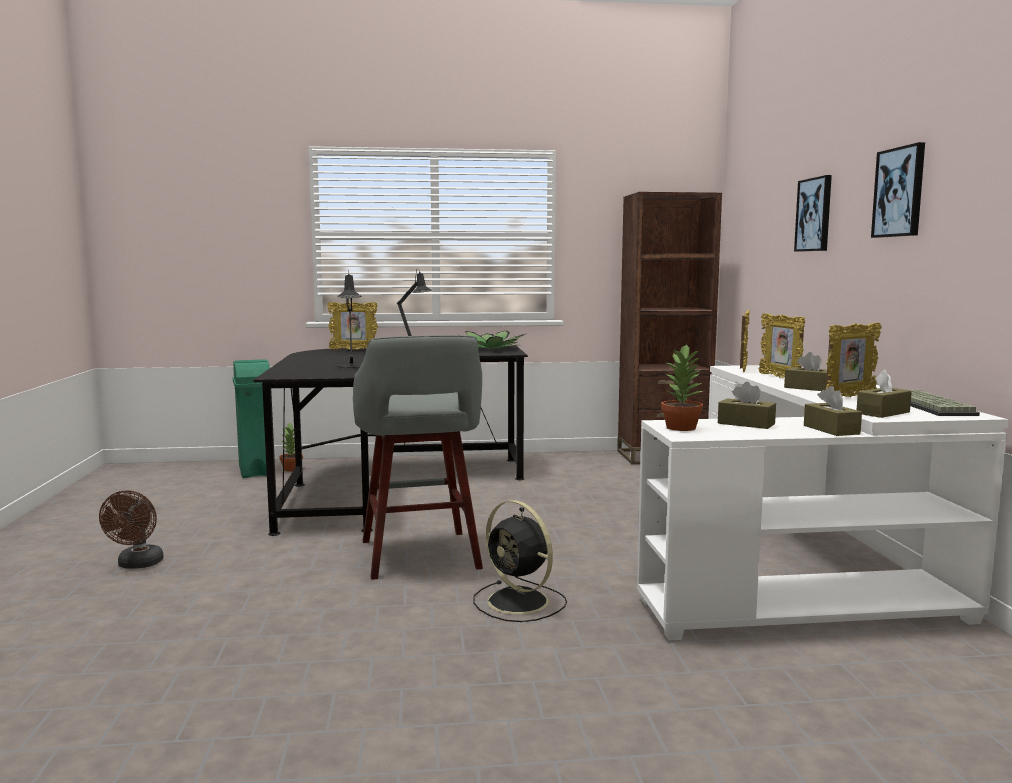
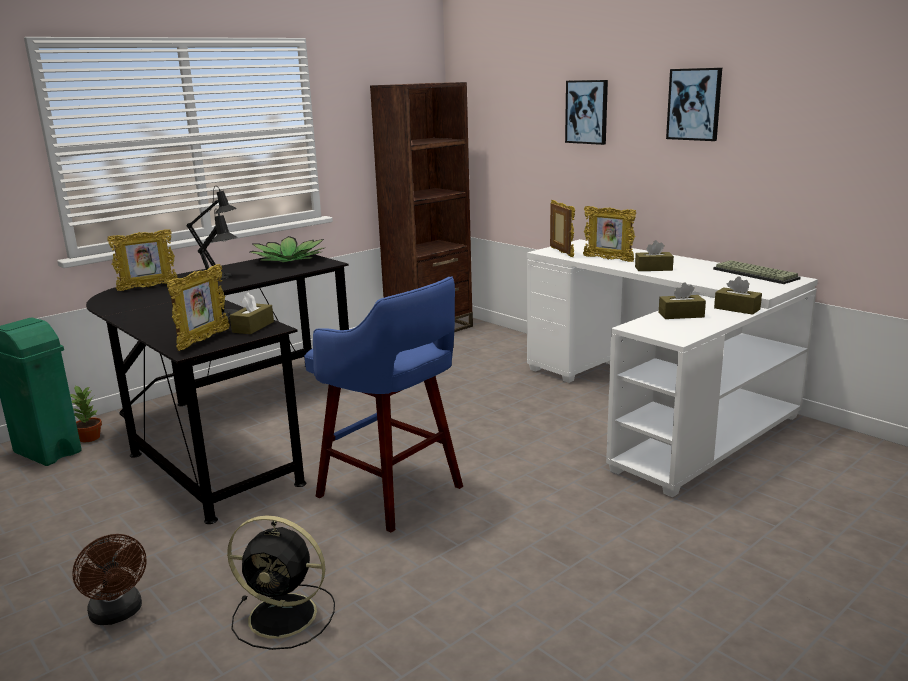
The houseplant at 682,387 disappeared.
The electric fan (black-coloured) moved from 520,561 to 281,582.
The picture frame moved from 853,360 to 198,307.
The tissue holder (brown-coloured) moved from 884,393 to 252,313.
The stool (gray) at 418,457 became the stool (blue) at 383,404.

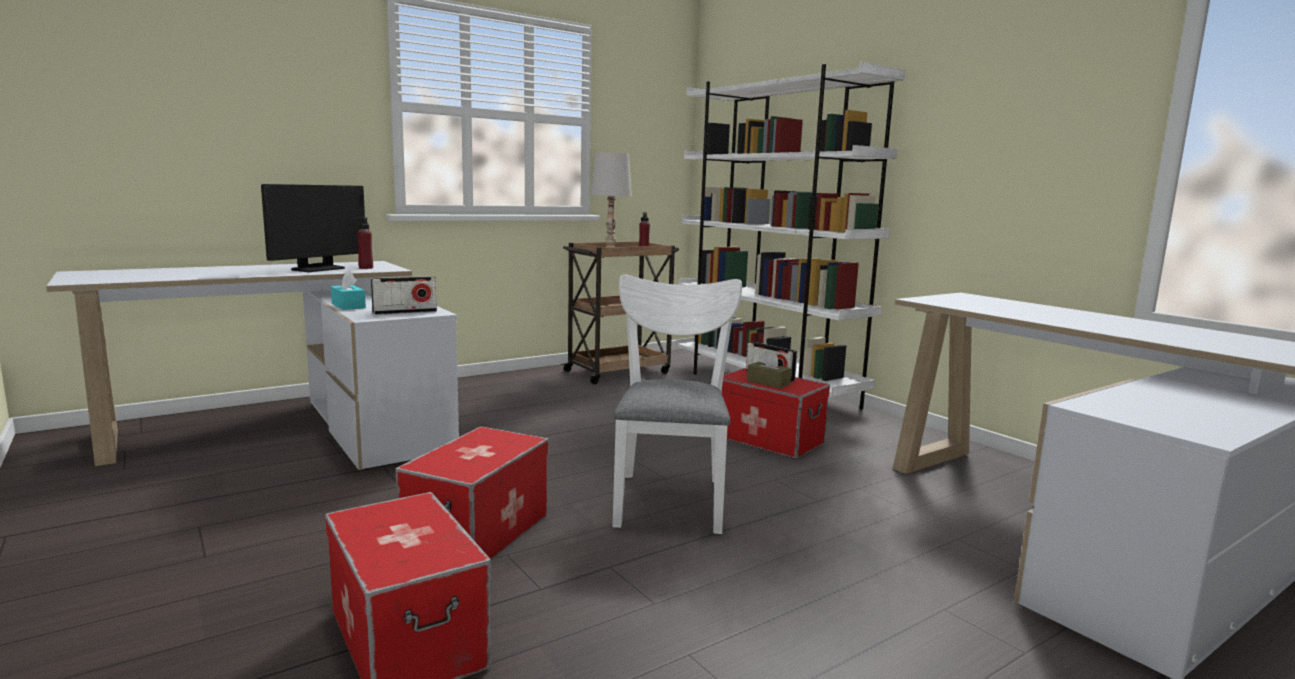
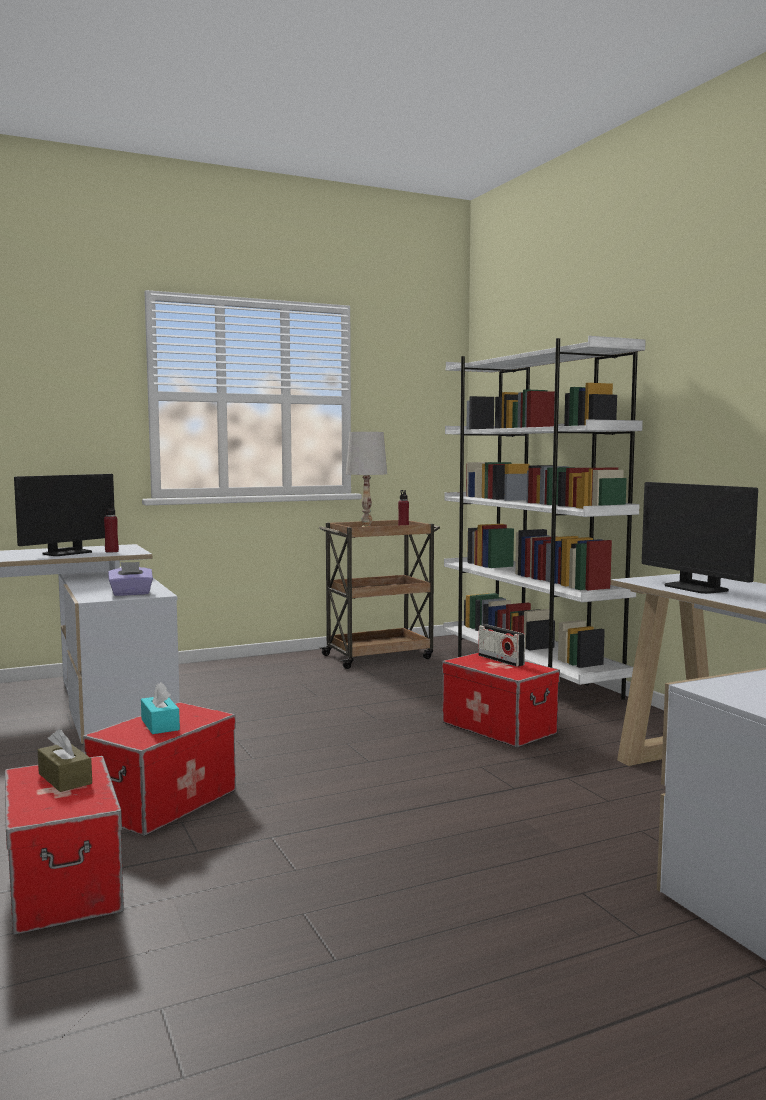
The upright chair (white-coloured) at 677,404 disappeared.
The monitor at 700,538 appeared.
The tissue holder (blue-green) moved from 348,290 to 160,708.
The tissue holder (brown-coloured) moved from 769,369 to 65,760.
The radio receiver at 404,295 was replaced by the tissue holder (purple-coloured) at 130,579.

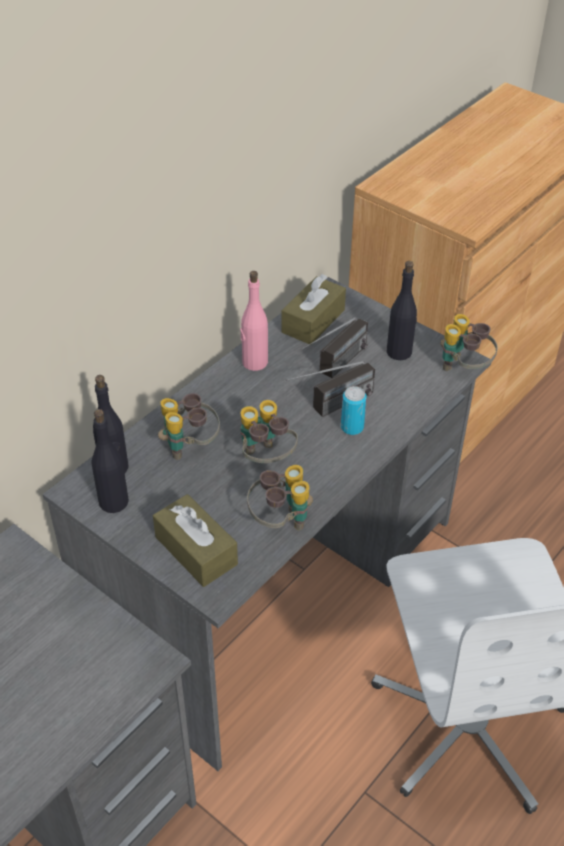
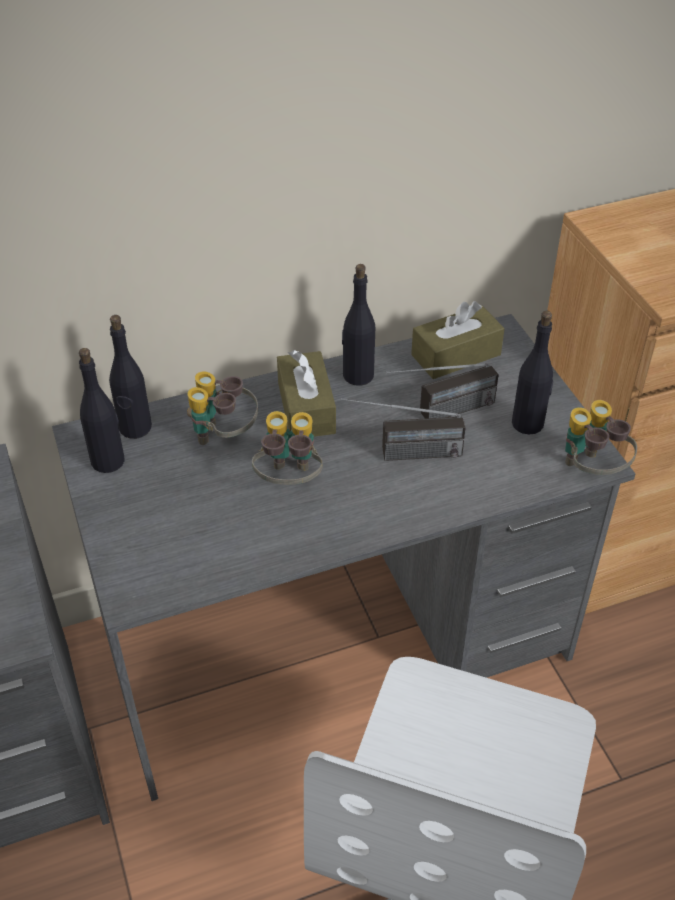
The field glasses at 280,497 disappeared.
The metal can at 354,410 disappeared.
The tissue holder (brown-coloured) moved from 195,540 to 306,393.
The beverage bottle (pinkish) at 254,321 became the beverage bottle (black-coloured) at 358,325.

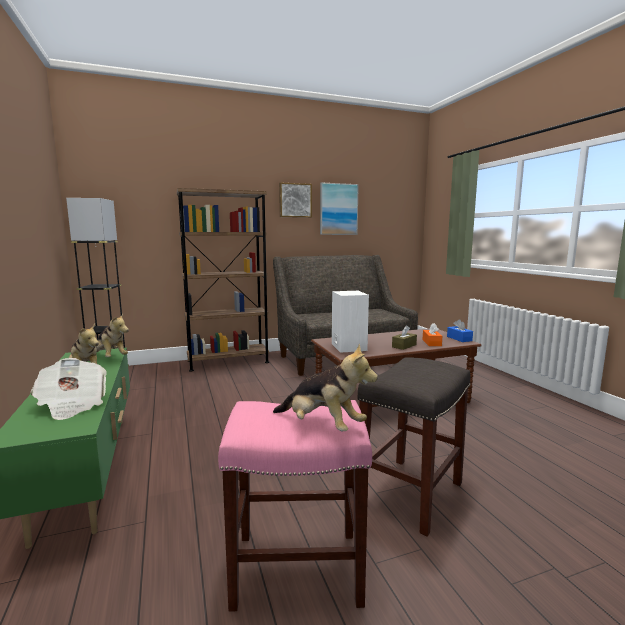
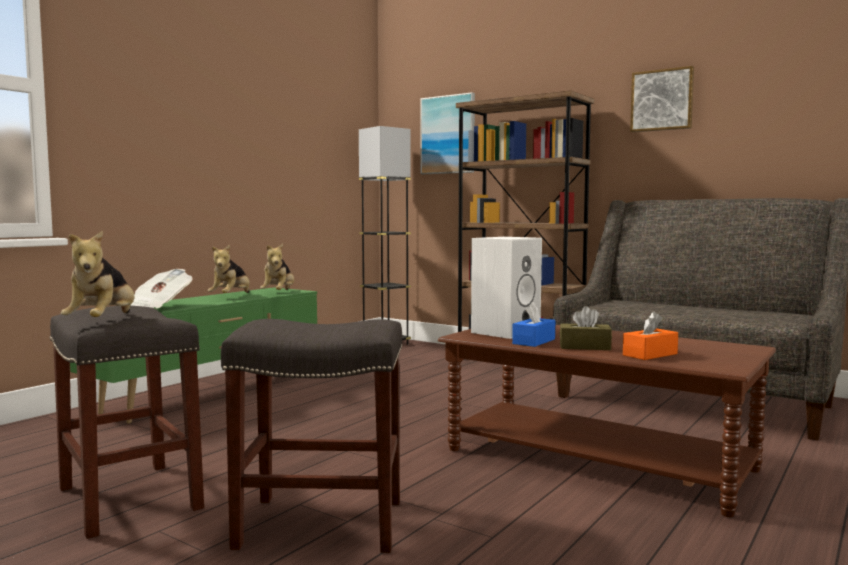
The picture moved from 339,208 to 448,133.
The tissue holder (blue) moved from 460,330 to 533,324.
The stool (pinkish) at 295,506 became the stool (gray) at 126,422.

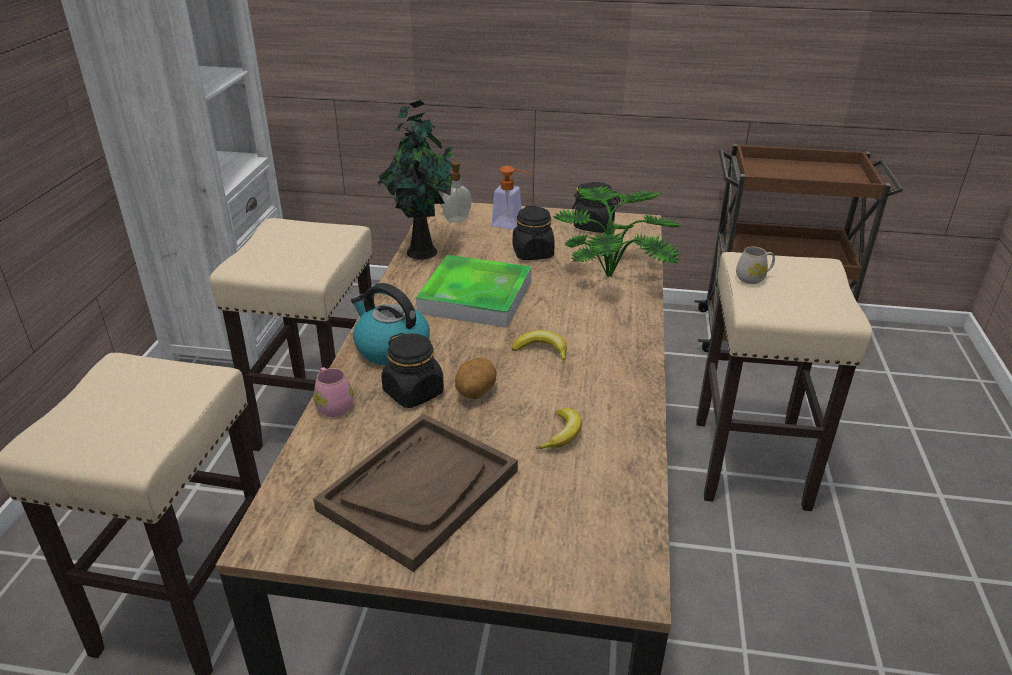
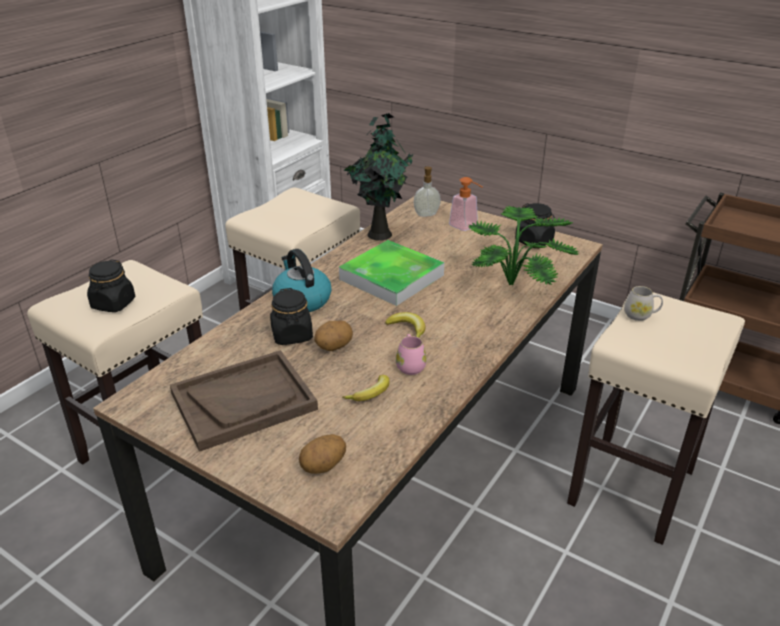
The whole potato at 322,454 appeared.
The tea mug (pinkish) moved from 334,392 to 411,354.
The storage jar (black-coloured) moved from 534,233 to 111,285.

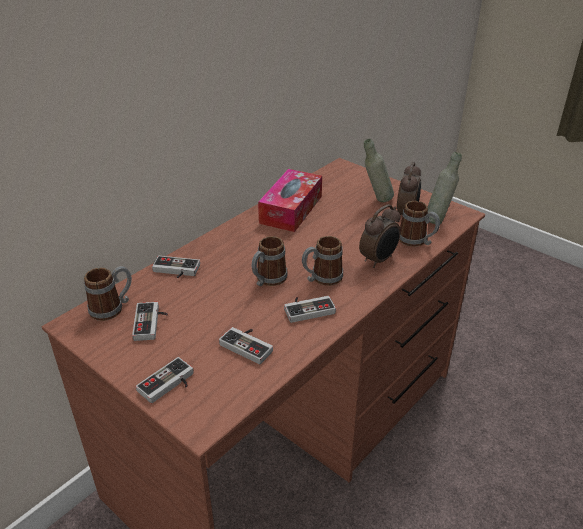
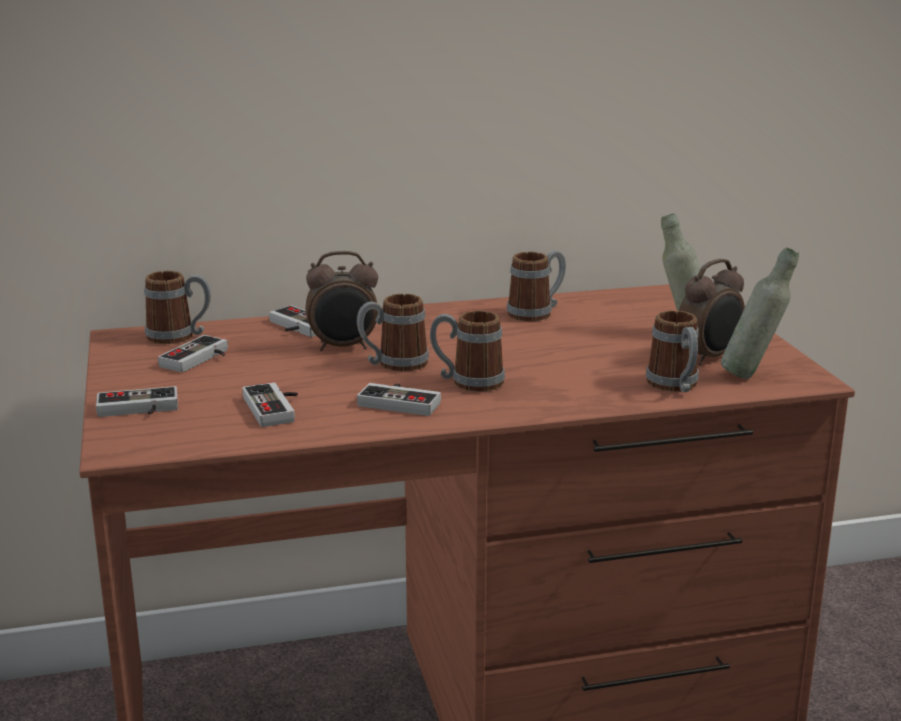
The bedside clock moved from 380,236 to 342,301.
The tissue holder at 290,200 was replaced by the tea mug at 536,286.

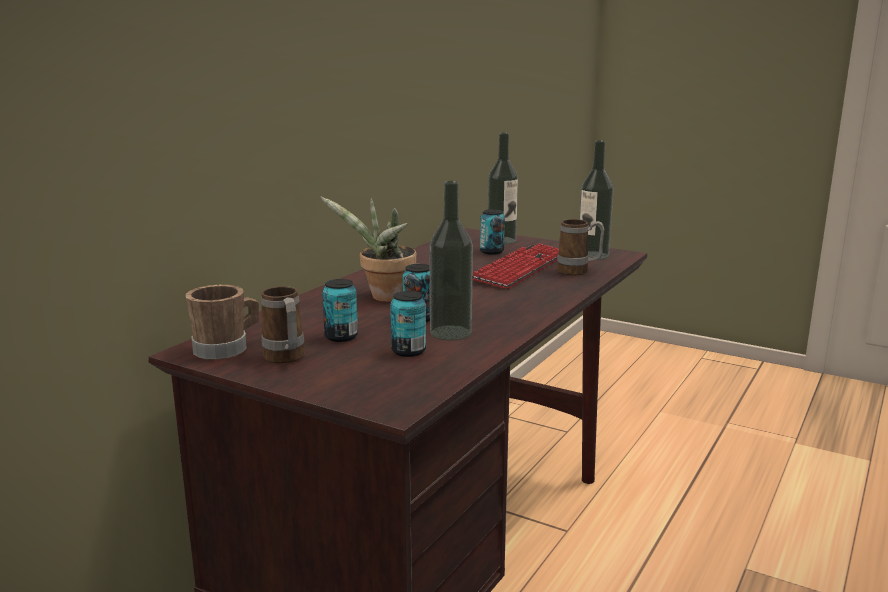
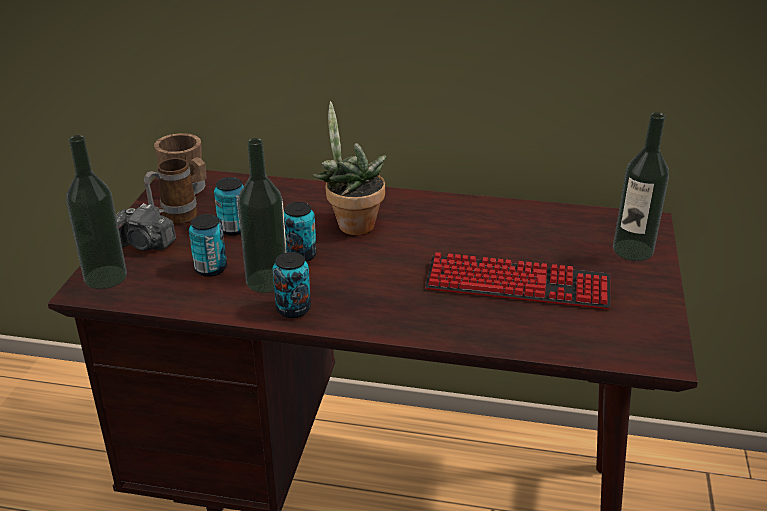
The tea mug at 581,247 disappeared.
The photo camera at 146,227 appeared.
The metal can moved from 492,232 to 292,285.
The beverage bottle moved from 596,200 to 96,212.

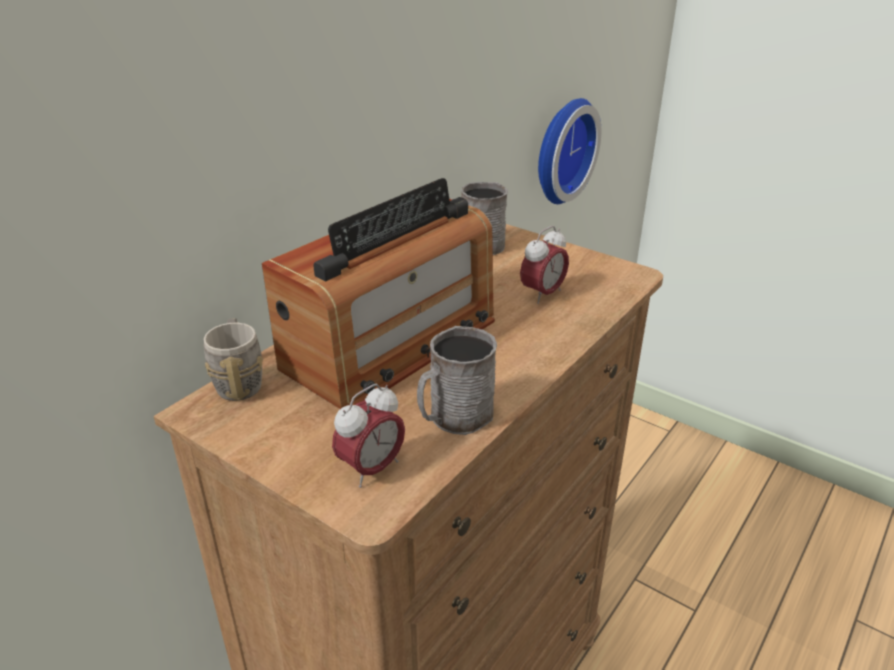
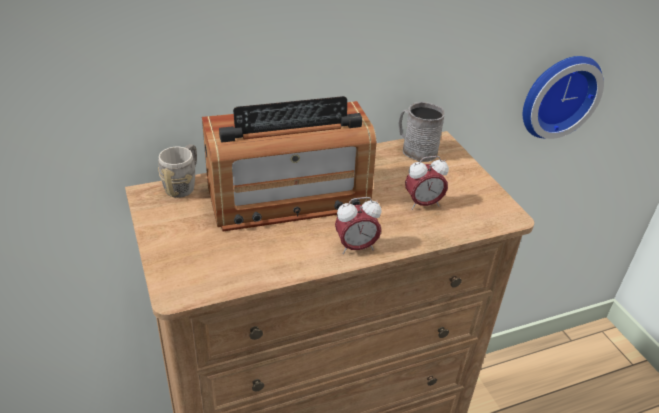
The tea mug (gray) at 457,380 disappeared.
The bedside clock moved from 368,436 to 358,225.

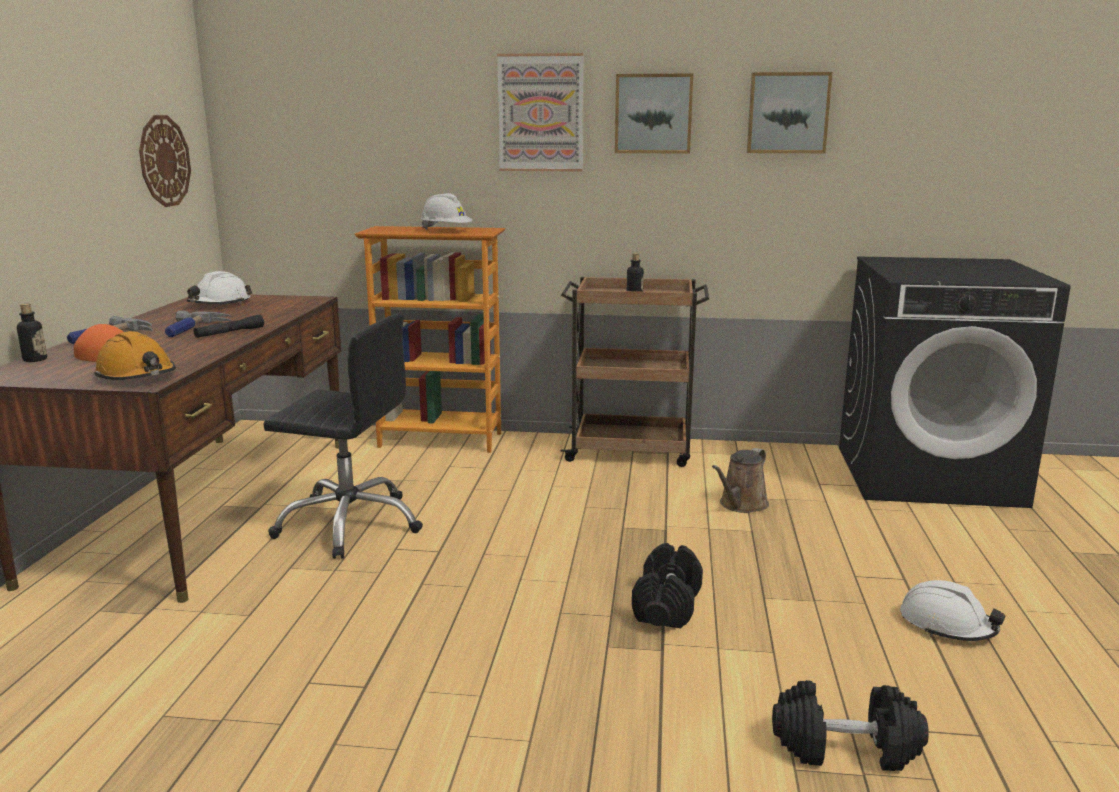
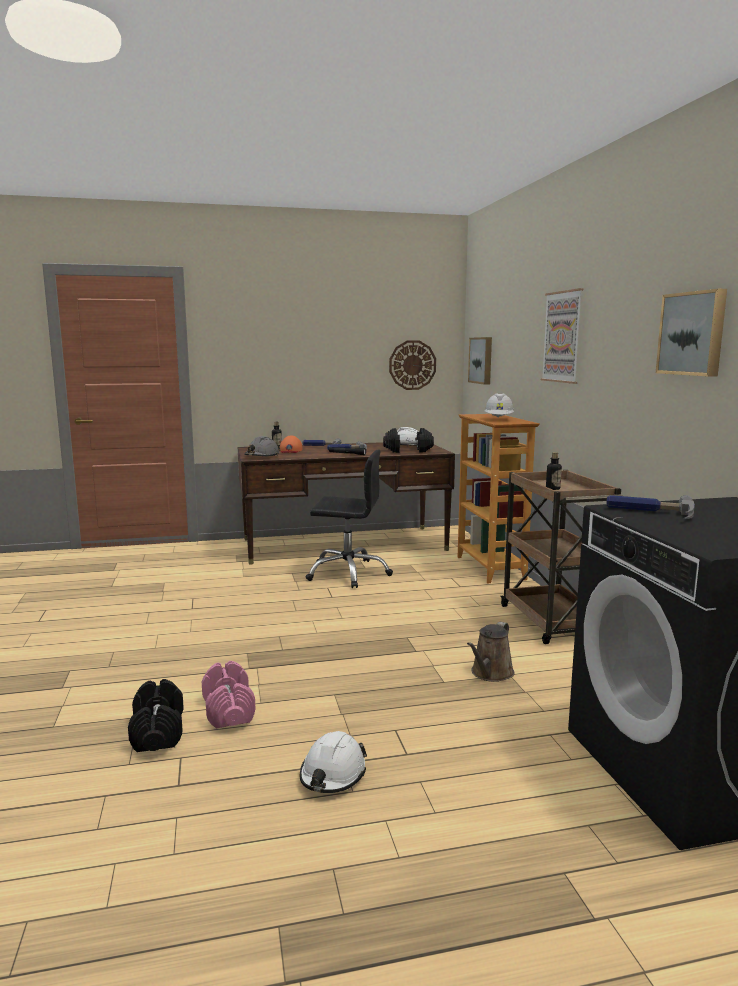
The dumbbell (pinkish) at 228,694 appeared.
The hammer at 650,507 appeared.
The picture moved from 654,113 to 480,361.
The dumbbell (black-coloured) moved from 667,585 to 408,440.
The hard hat (orangey) at 135,355 became the hard hat (gray) at 262,446.
The office chair (black-coloured) at 343,436 turned 75 degrees counterclockwise.
The sprinkling can (brown-coloured) at 740,480 turned 75 degrees counterclockwise.

